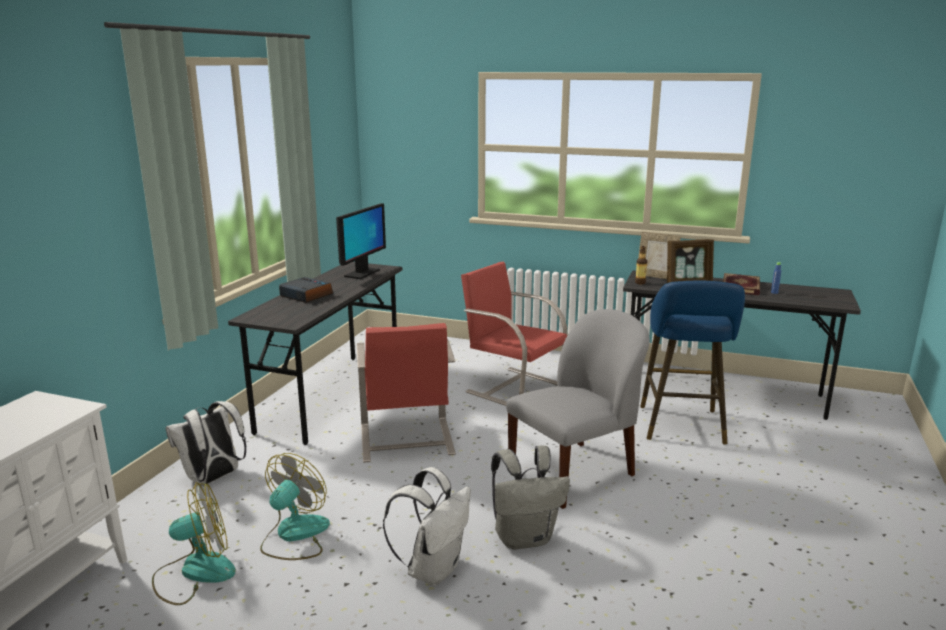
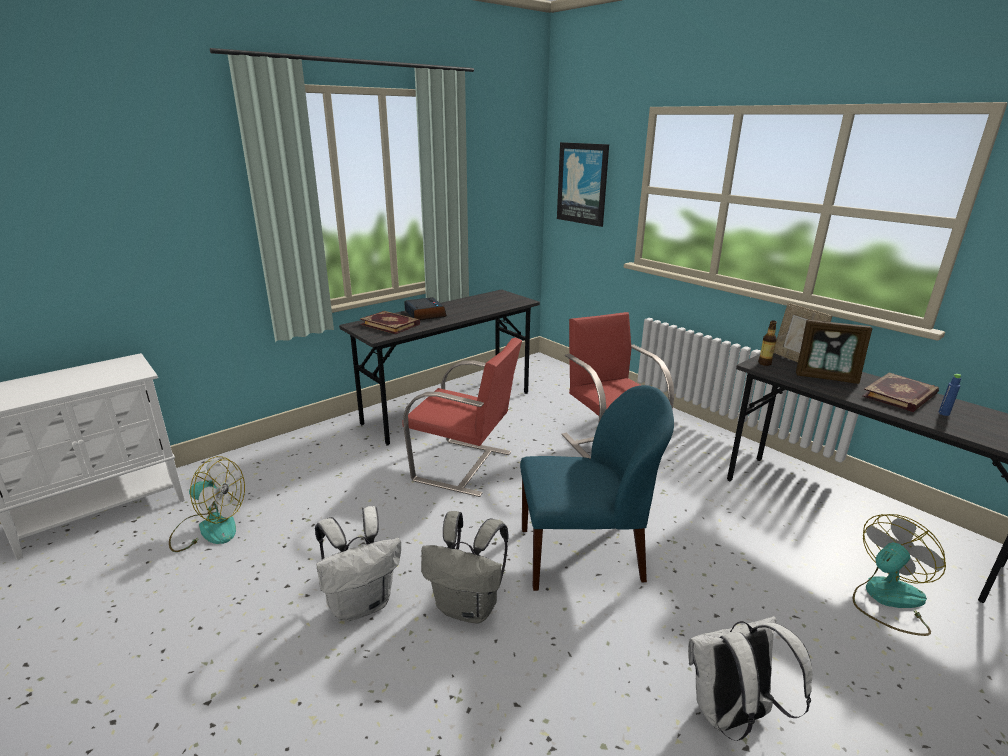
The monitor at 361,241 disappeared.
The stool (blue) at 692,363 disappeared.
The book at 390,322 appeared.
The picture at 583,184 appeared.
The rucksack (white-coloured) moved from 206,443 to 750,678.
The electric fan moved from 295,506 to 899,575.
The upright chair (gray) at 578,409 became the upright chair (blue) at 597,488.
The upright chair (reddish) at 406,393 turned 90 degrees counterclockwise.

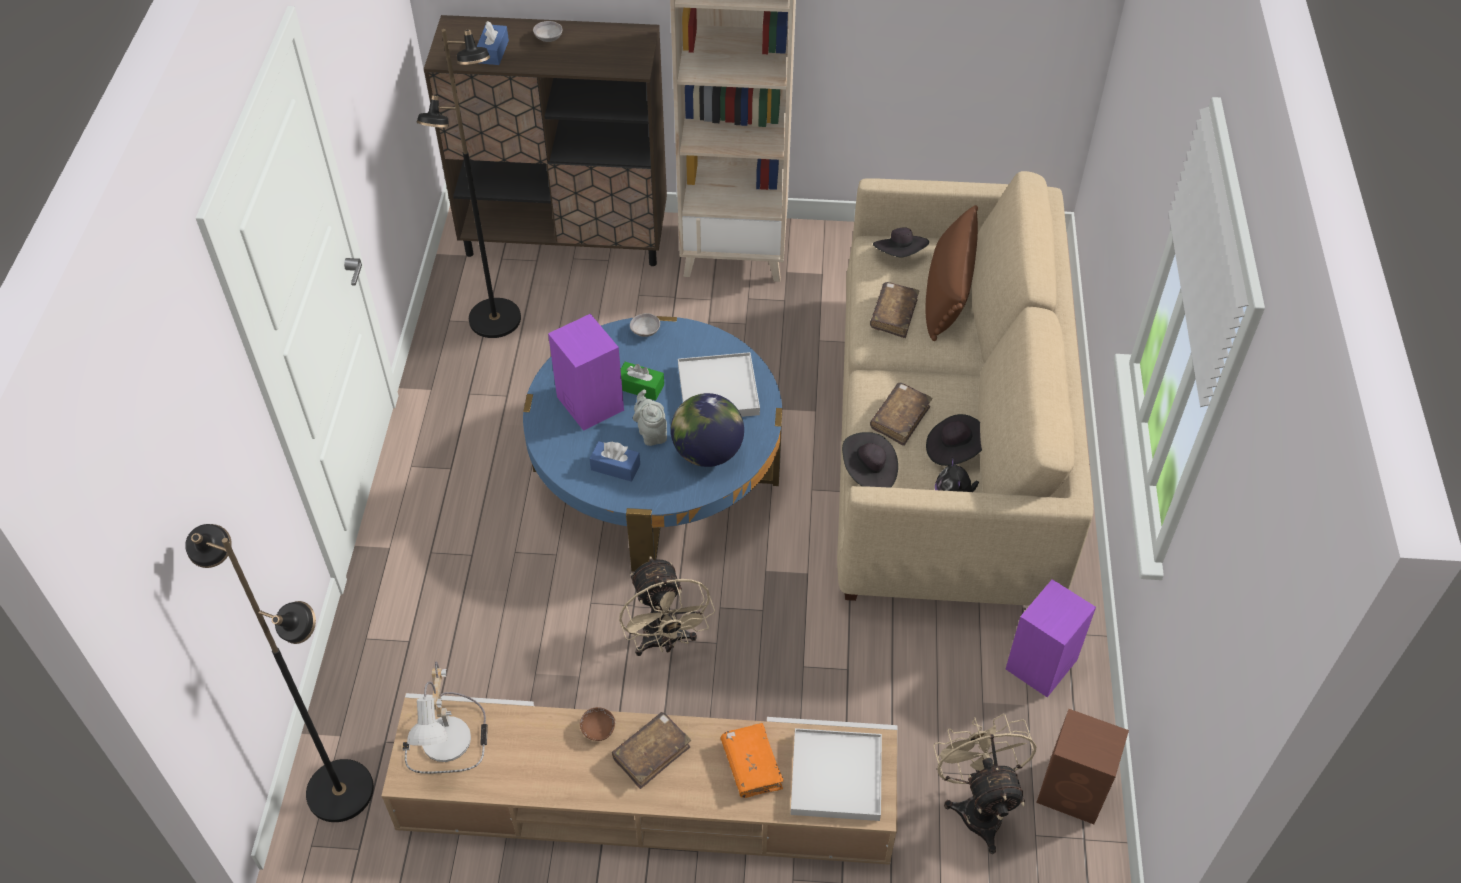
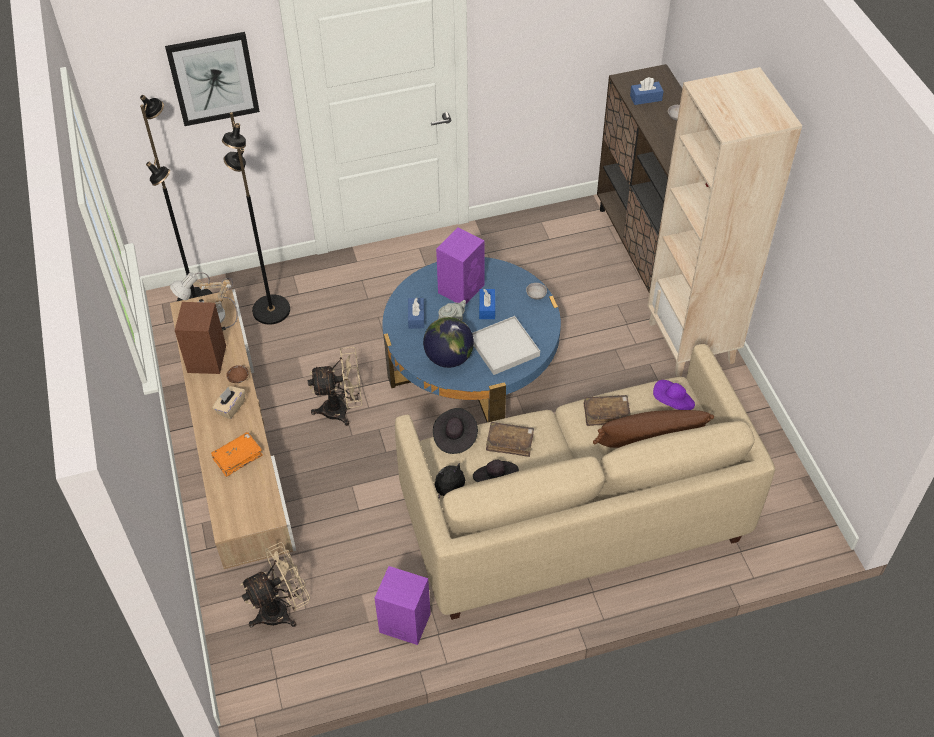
The serving tray (white-coloured) at 836,774 disappeared.
The picture at 212,79 appeared.
The floor lamp (black-coloured) moved from 469,183 to 256,218.
The audio speaker (brown-coloured) moved from 1082,766 to 200,338.
The book (brown-coloured) at 651,750 was replaced by the tissue holder (beige-coloured) at 228,402.
The tissue holder (green) at 642,381 became the tissue holder (blue) at 487,304.
The clothing hat (black-coloured) at 901,242 became the clothing hat (purple-coloured) at 674,395.
The electric fan (beige-coloured) at 667,606 turned 150 degrees counterclockwise.

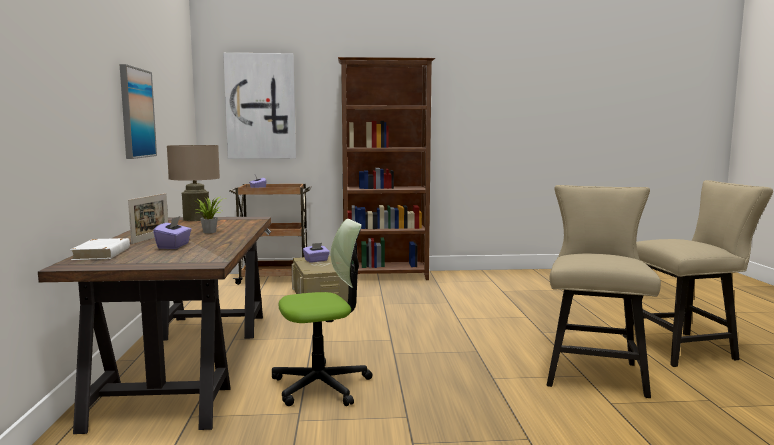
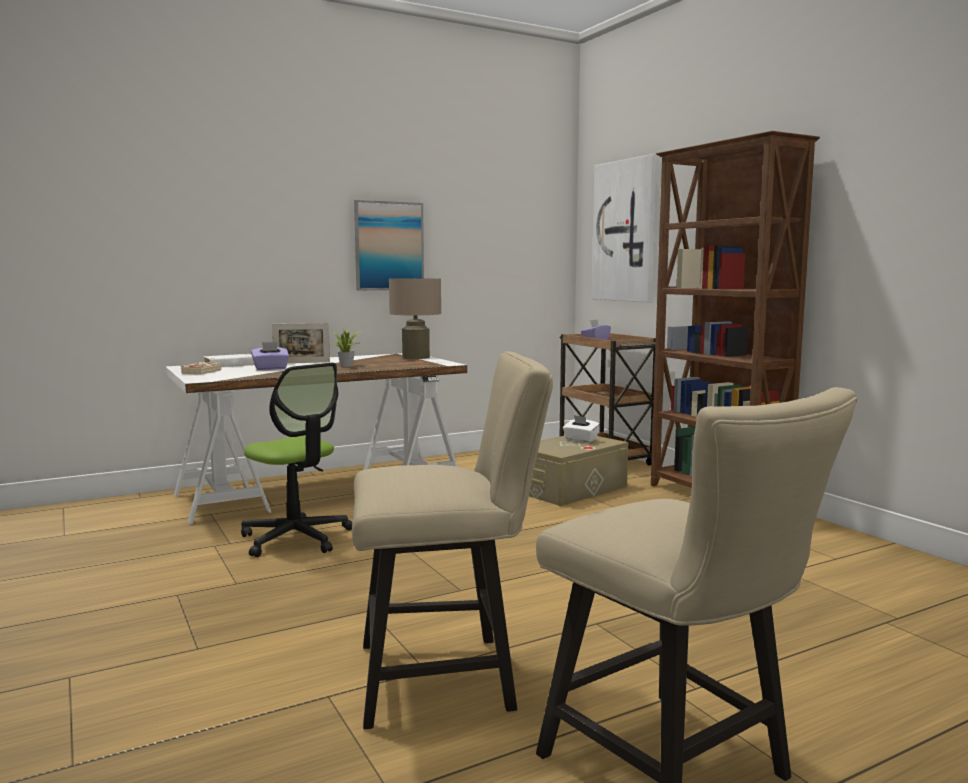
The book (beige-coloured) at 201,368 appeared.
The desk table (brown-coloured) at 155,325 became the desk table (white-coloured) at 316,438.
The tissue holder (purple-coloured) at 316,253 became the tissue holder (white-coloured) at 581,429.

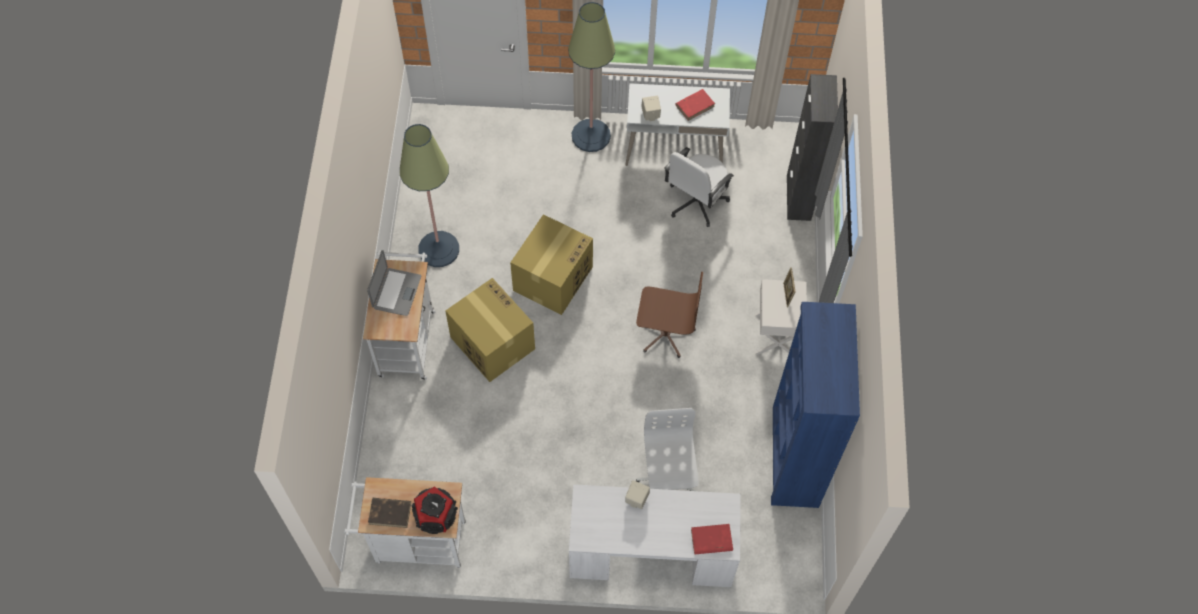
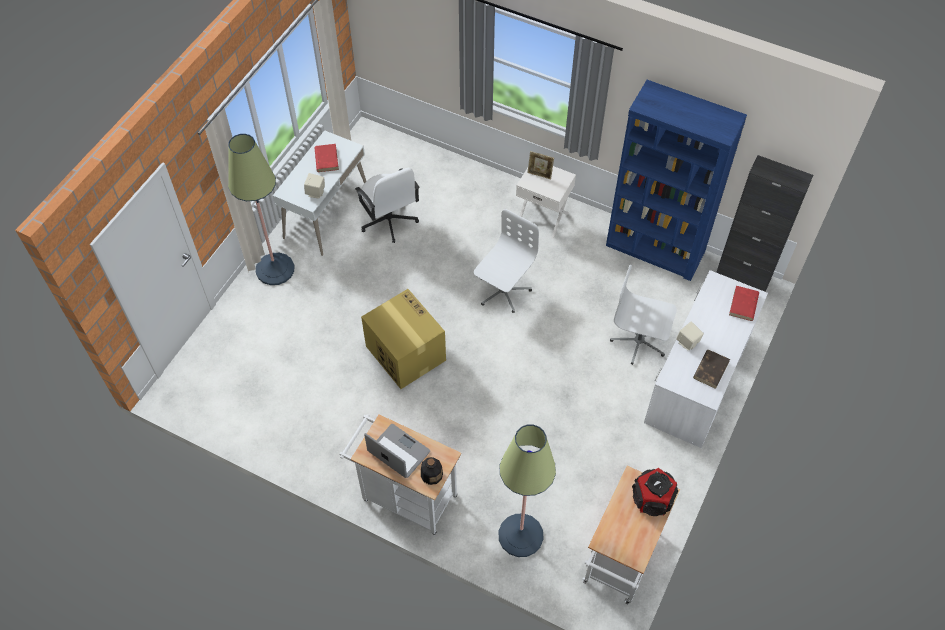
The carton at 490,330 disappeared.
The beverage bottle at 432,471 appeared.
The book (brown-coloured) moved from 389,513 to 711,369.
The floor lamp moved from 429,195 to 527,490.
The storage cabinet (black-coloured) moved from 812,147 to 764,223.
The office chair (brown-coloured) at 669,315 became the office chair (white-coloured) at 506,261.

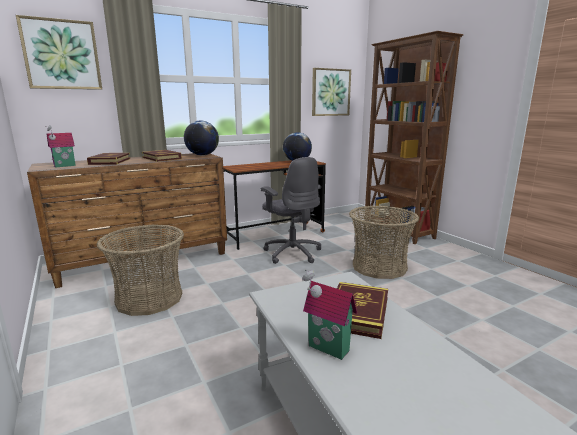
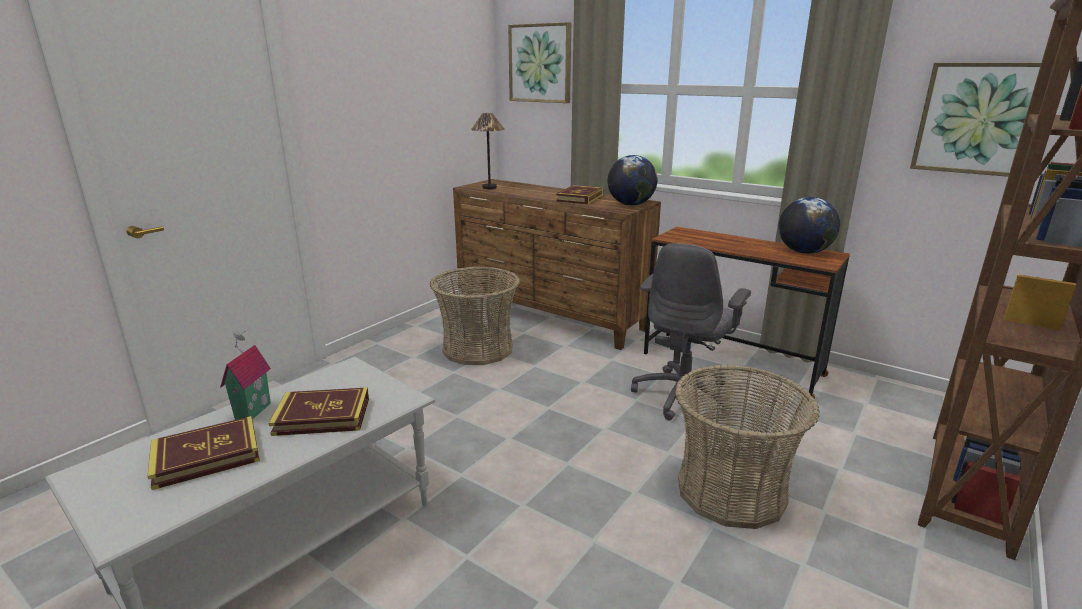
The book moved from 108,159 to 204,453.
The miniature house at 60,146 was replaced by the lamp for a table at 488,151.

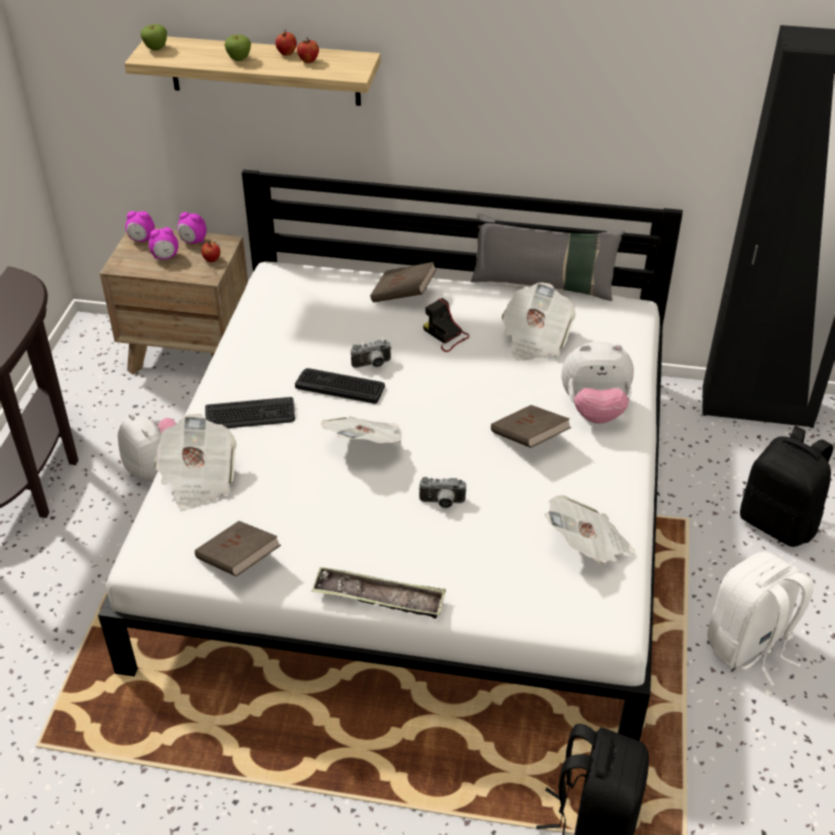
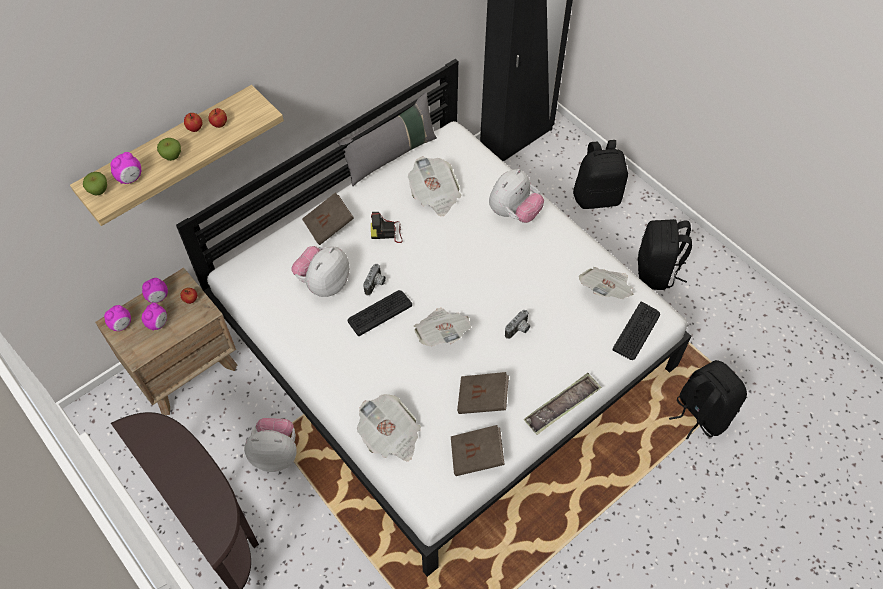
The bedside clock at 125,168 appeared.
The cuddly toy at 320,271 appeared.
The computer keyboard moved from 250,412 to 636,331.
The book (brown-coloured) moved from 531,426 to 483,393.
The rucksack (white-coloured) at 760,618 became the rucksack (black-coloured) at 665,254.

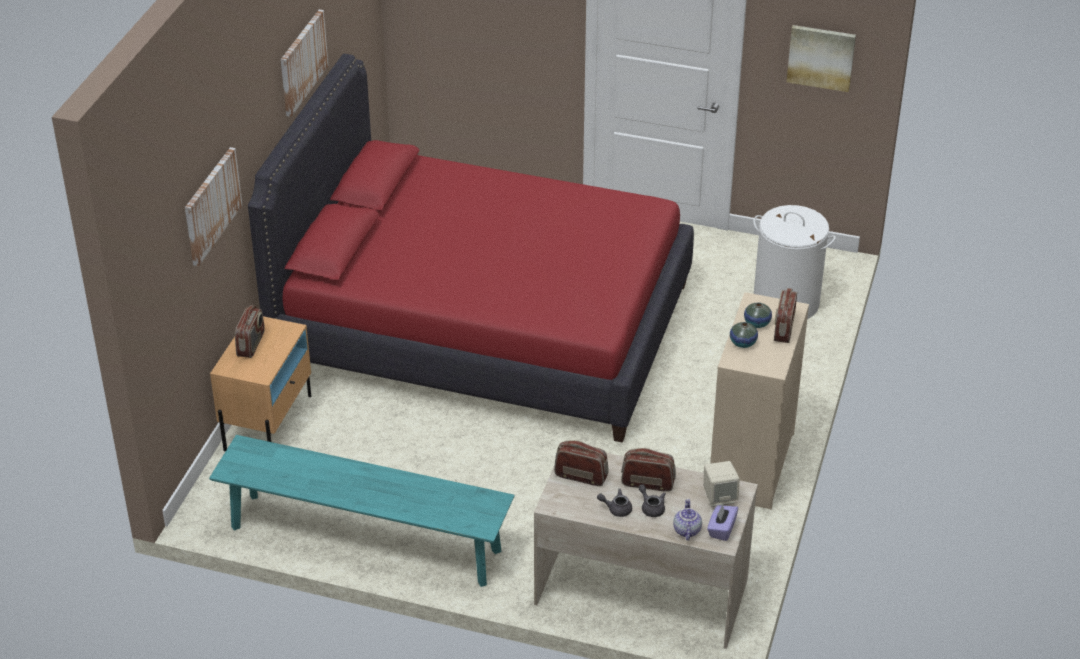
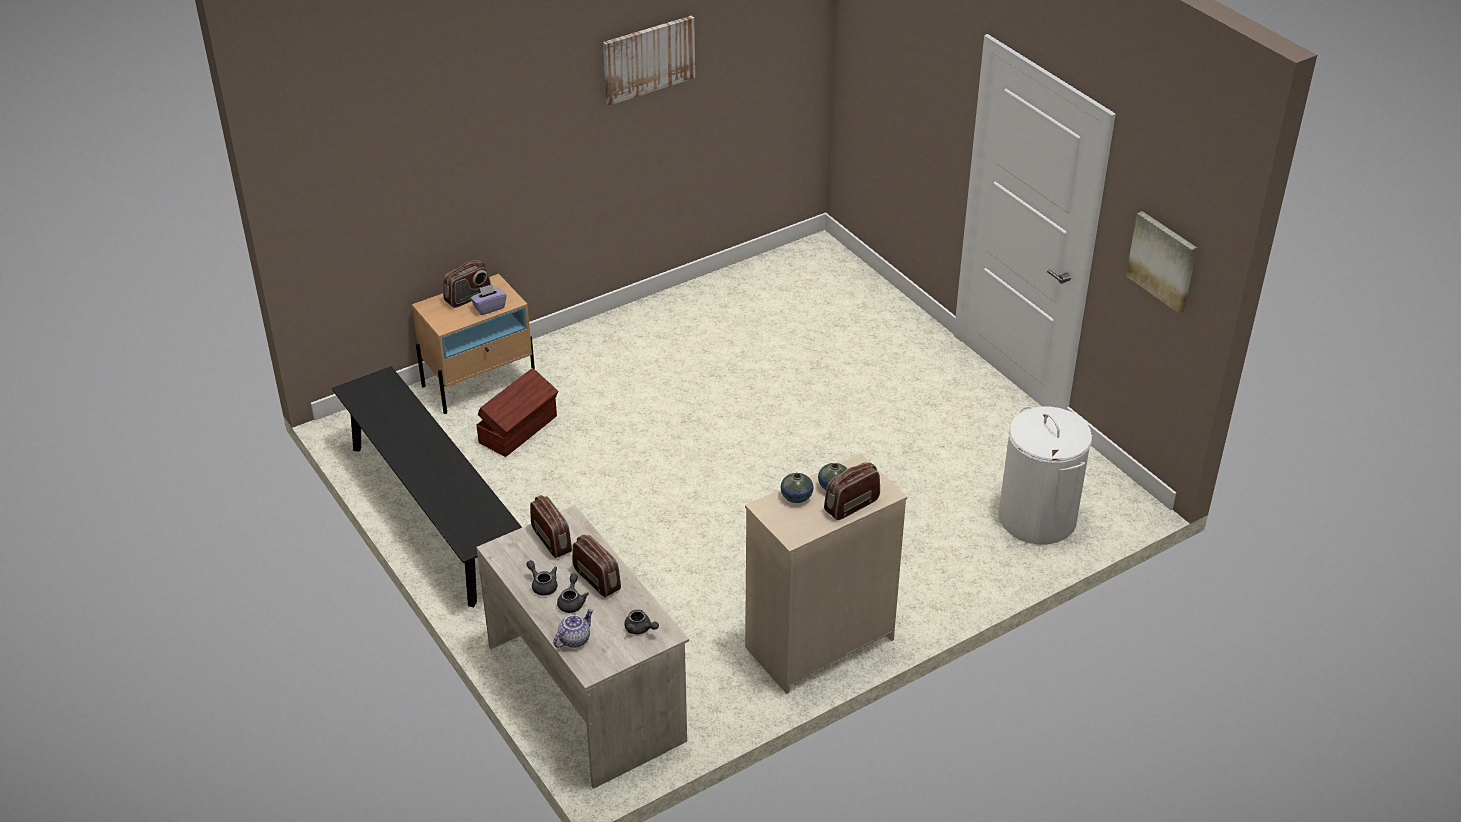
The picture at 213,206 disappeared.
The bedroom bed (reddish) at 471,248 disappeared.
The storage bin (brown-coloured) at 517,412 appeared.
The tissue holder (purple-coloured) moved from 722,522 to 488,299.
The audio speaker (beige-coloured) at 721,484 was replaced by the teapot (gray) at 641,621.
The bench (blue-green) at 362,511 became the bench (black-coloured) at 427,487.

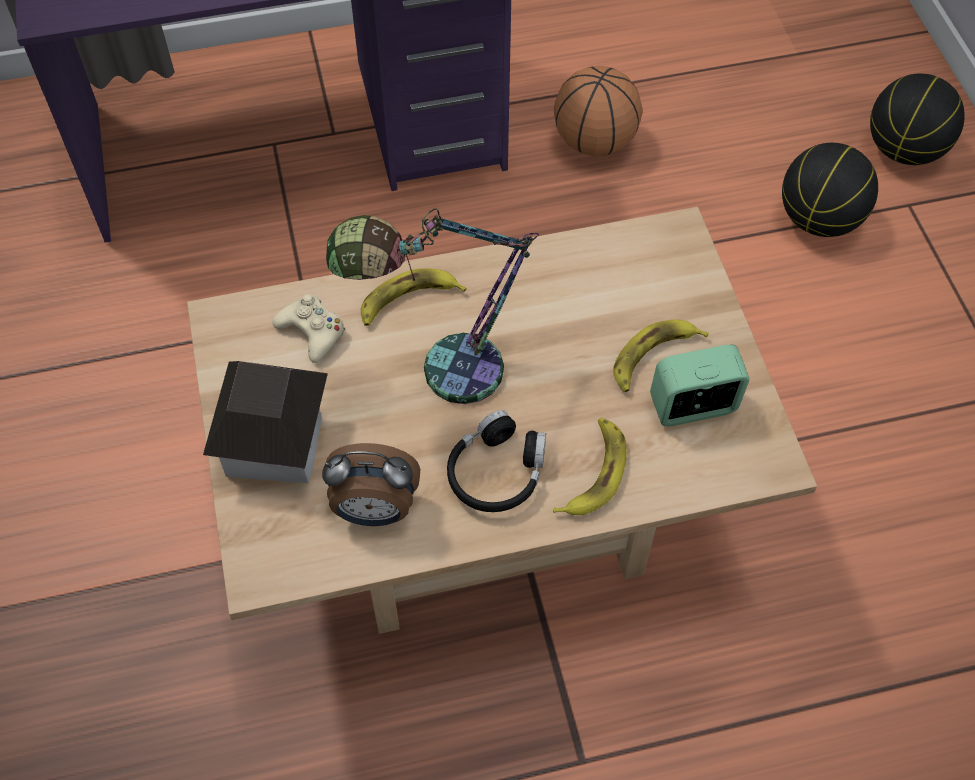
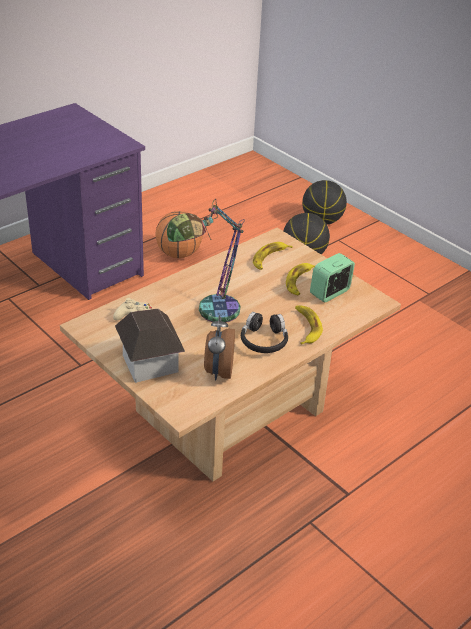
The banana moved from 414,297 to 273,256.
The bedside clock at 371,484 turned 120 degrees clockwise.

